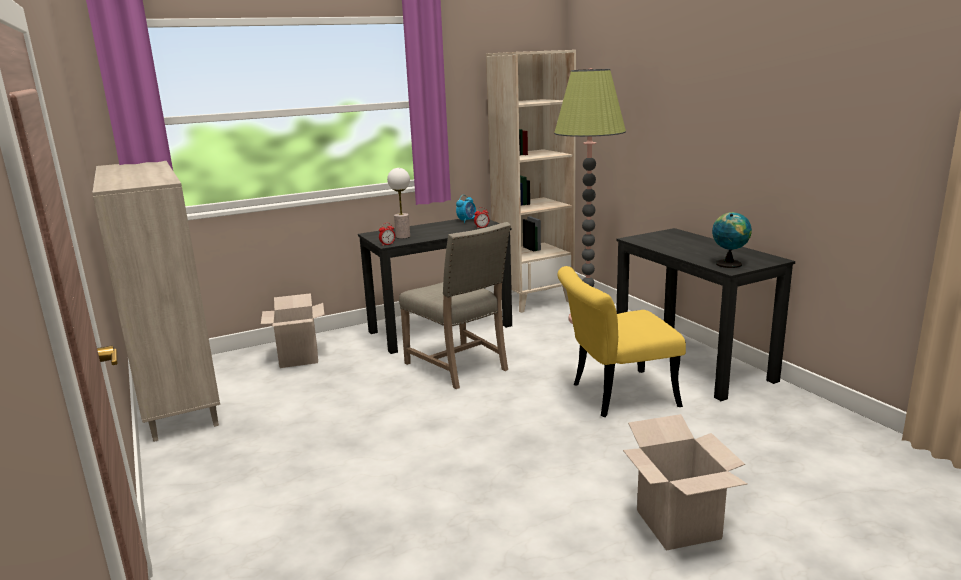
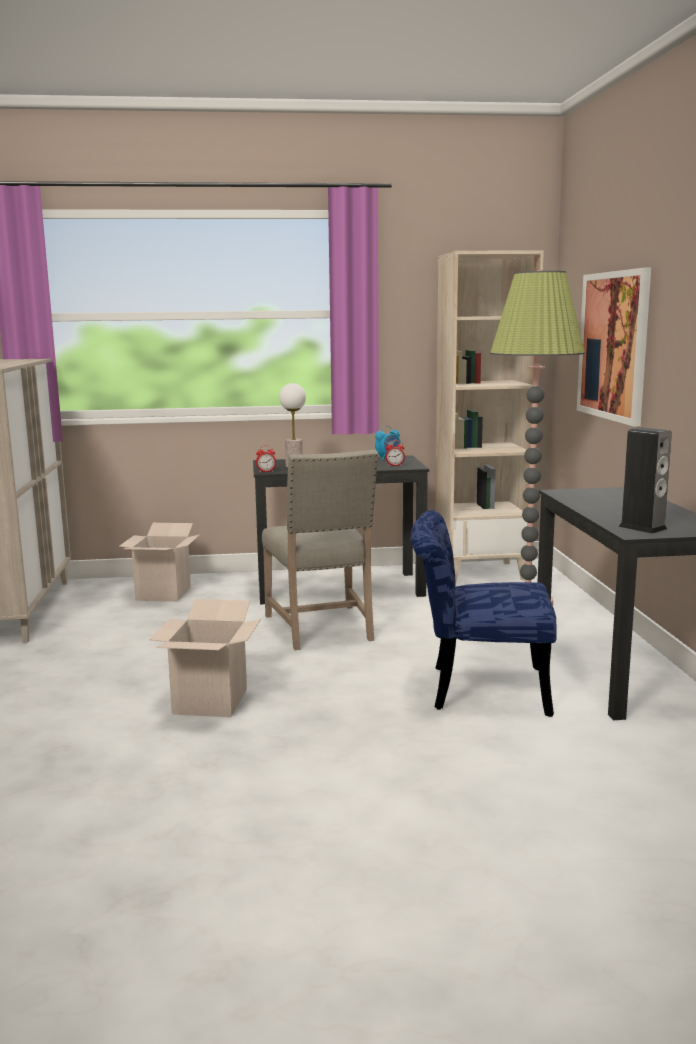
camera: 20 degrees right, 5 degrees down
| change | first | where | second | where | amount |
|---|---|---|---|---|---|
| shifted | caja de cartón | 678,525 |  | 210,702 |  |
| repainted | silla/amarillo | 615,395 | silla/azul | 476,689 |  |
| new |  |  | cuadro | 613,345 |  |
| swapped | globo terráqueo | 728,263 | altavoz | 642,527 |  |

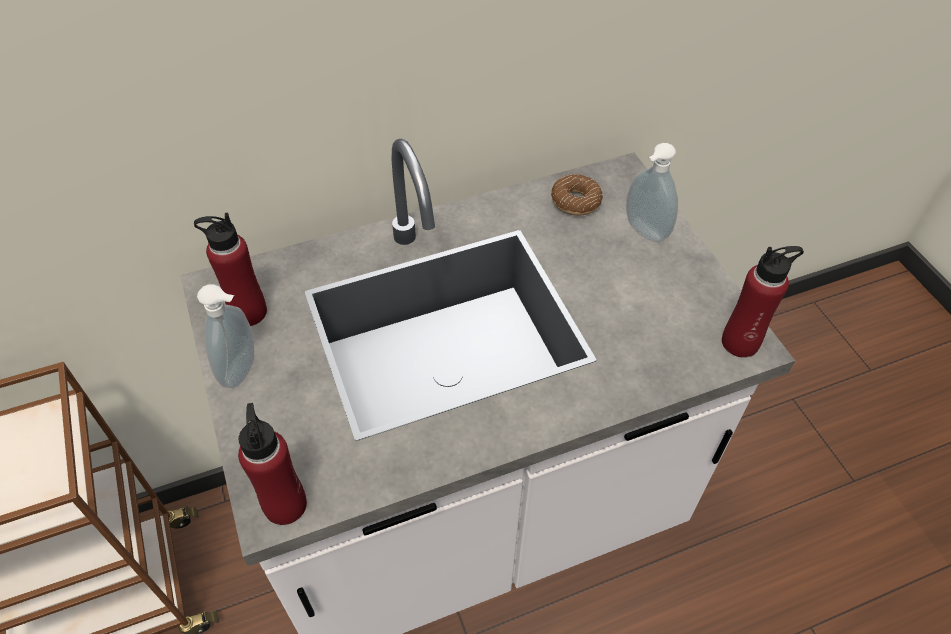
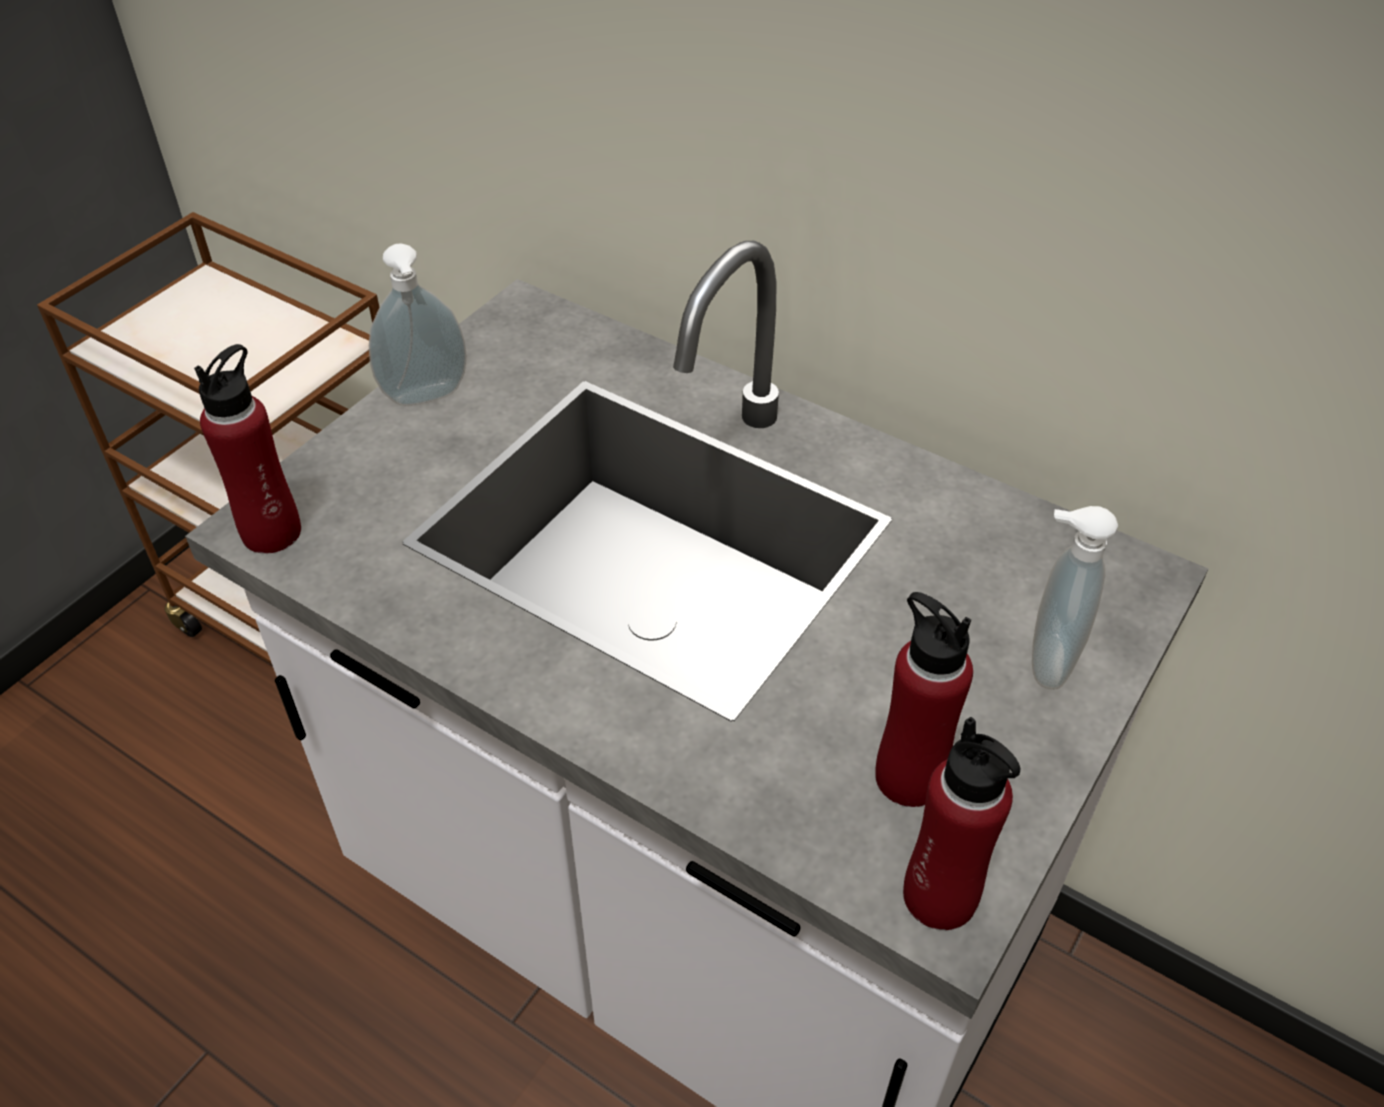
camera: 55 degrees right, 5 degrees down
| change | first | where | second | where | amount |
|---|---|---|---|---|---|
| shifted | botella/rojo | 248,312 |  | 909,777 |  |
| gone | rosquilla | 575,201 |  |  |  |

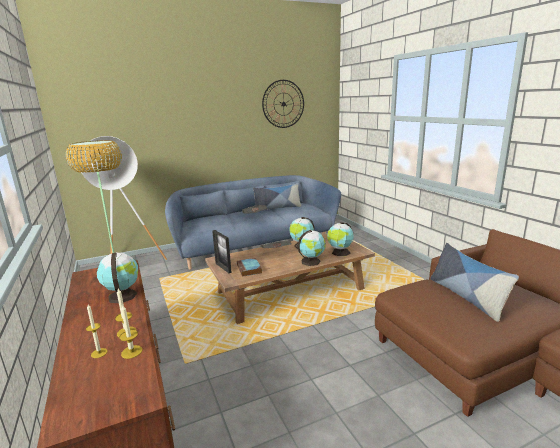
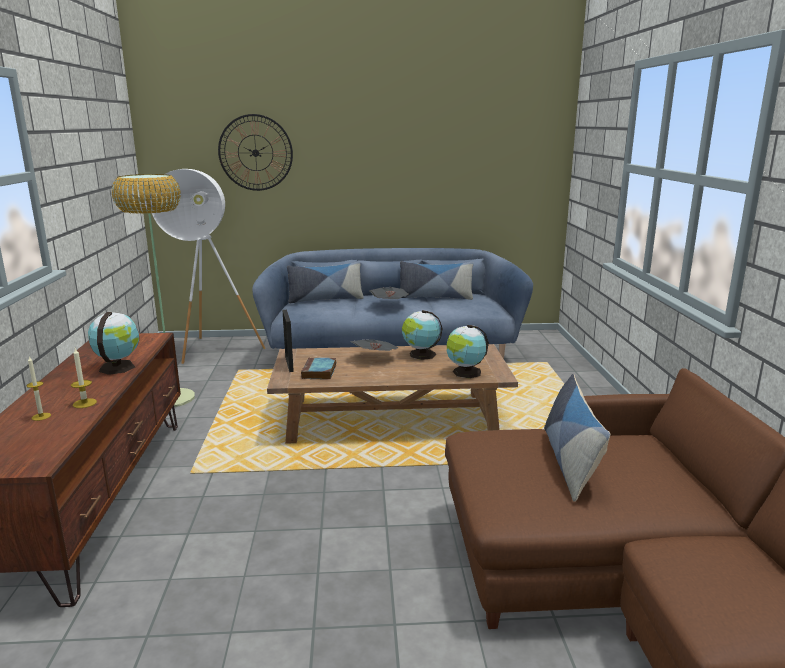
camera: 20 degrees right, 0 degrees up
| change | first | where | second | where | amount |
|---|---|---|---|---|---|
| shifted | reloj de pared | 283,104 |  | 255,153 |  |
| new |  |  | cojín | 325,299 |  |
| gone | vela | 131,352 |  |  |  |
| gone | globo terráqueo | 311,261 |  |  |  |

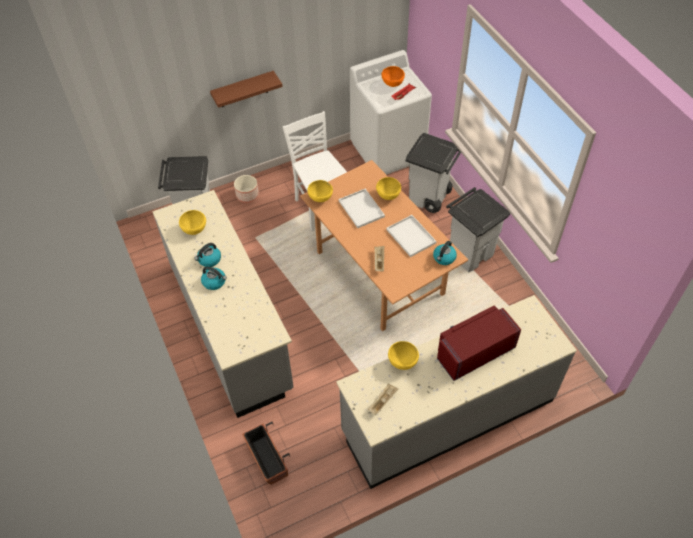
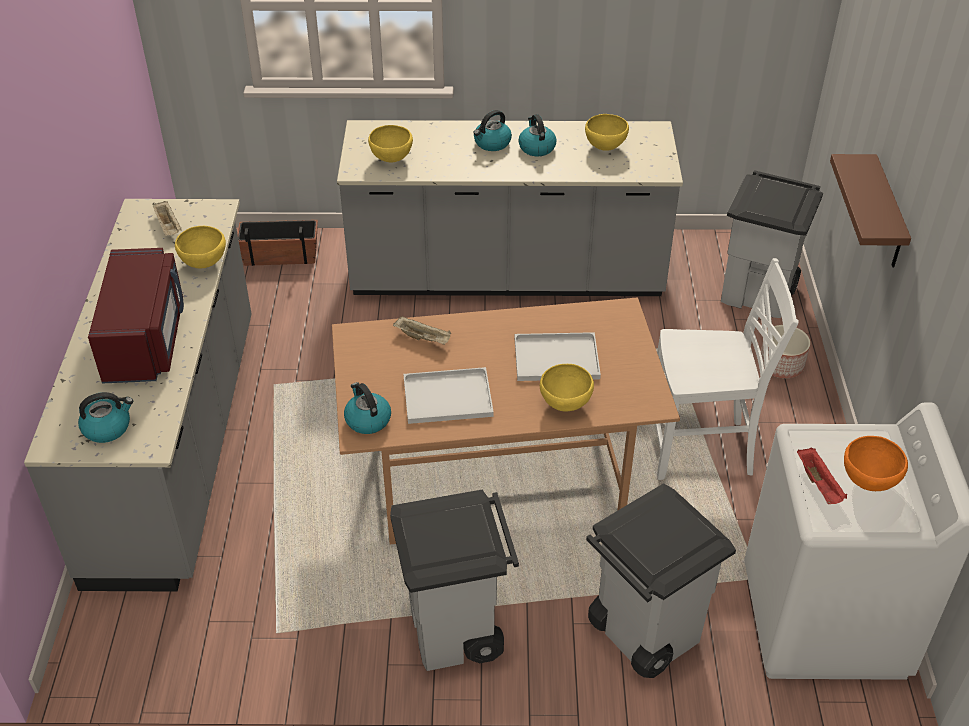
camera: 115 degrees right, 10 degrees down
| change | first | where | second | where | amount |
|---|---|---|---|---|---|
| new |  |  | hervidor | 107,428 |  |
| shifted | cuenco/amarillo | 320,199 |  | 391,159 |  |

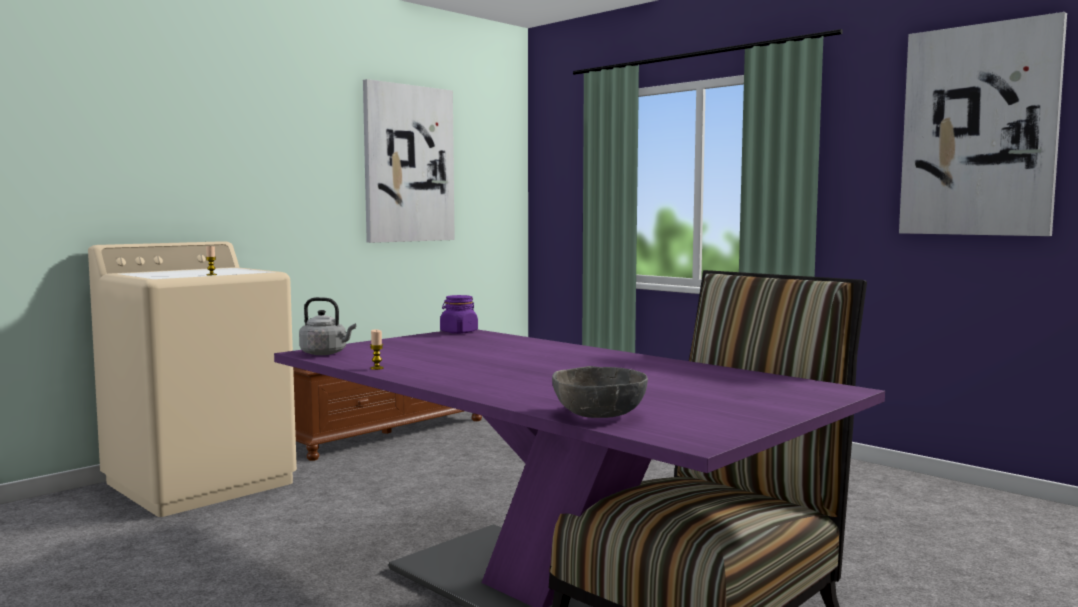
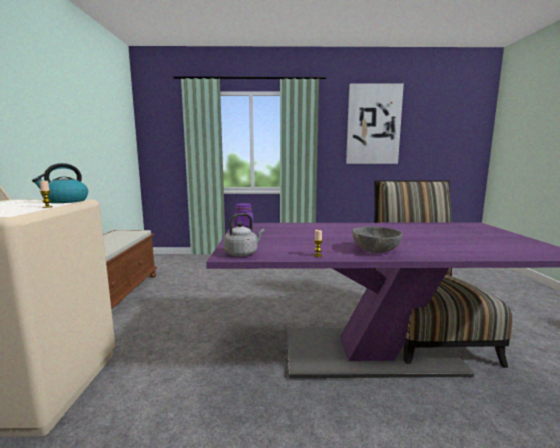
camera: 45 degrees left, 5 degrees up
| change | first | where | second | where | amount |
|---|---|---|---|---|---|
| new |  |  | hervidor | 65,201 |  |
| shifted | cuenco/gris | 599,414 |  | 375,250 |  |
| gone | cuadro | 408,164 |  |  |  |

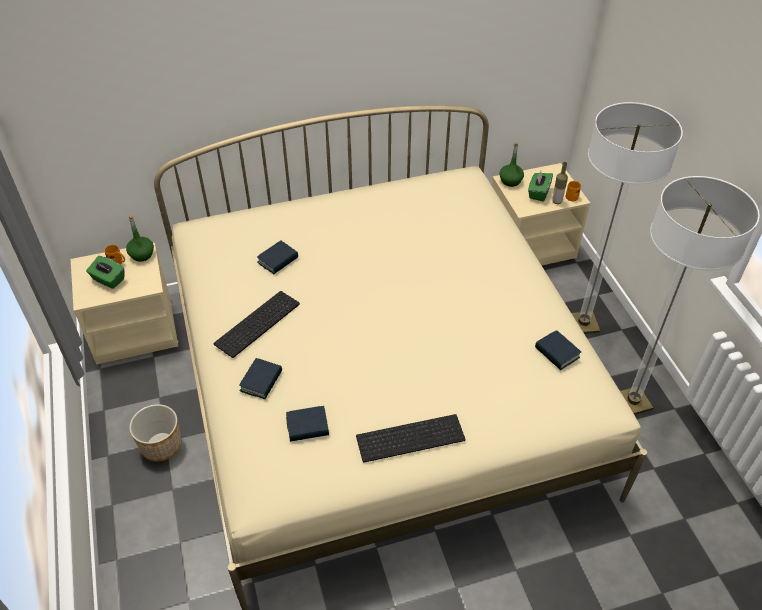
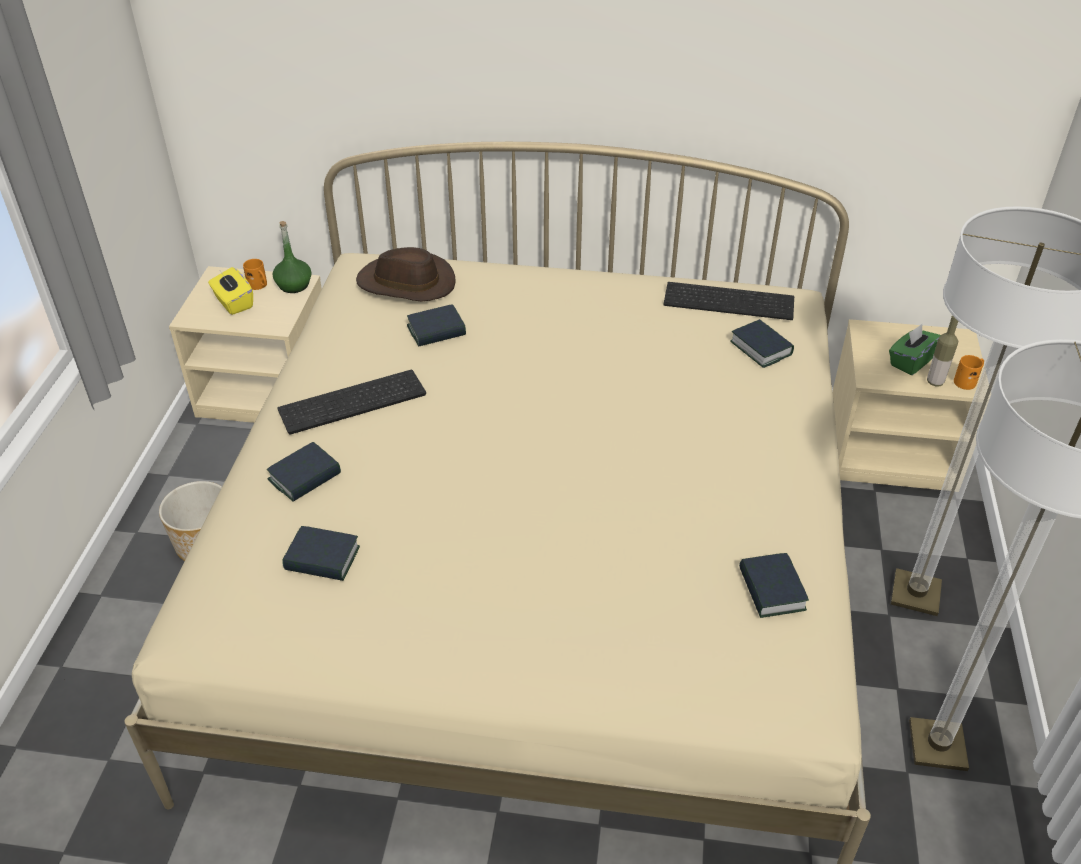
camera: 25 degrees right, 5 degrees down
| change | first | where | second | where | amount |
|---|---|---|---|---|---|
| repainted | caja de pañuelos/verde | 108,280 | caja de pañuelos/amarillo | 233,303 |  |
| new |  |  | sombrero/marrón | 406,283 |  |
| shifted | teclado | 411,436 |  | 730,300 |  |
| new |  |  | libro | 761,348 |  |
| gone | botella/verde | 510,181 |  |  |  |

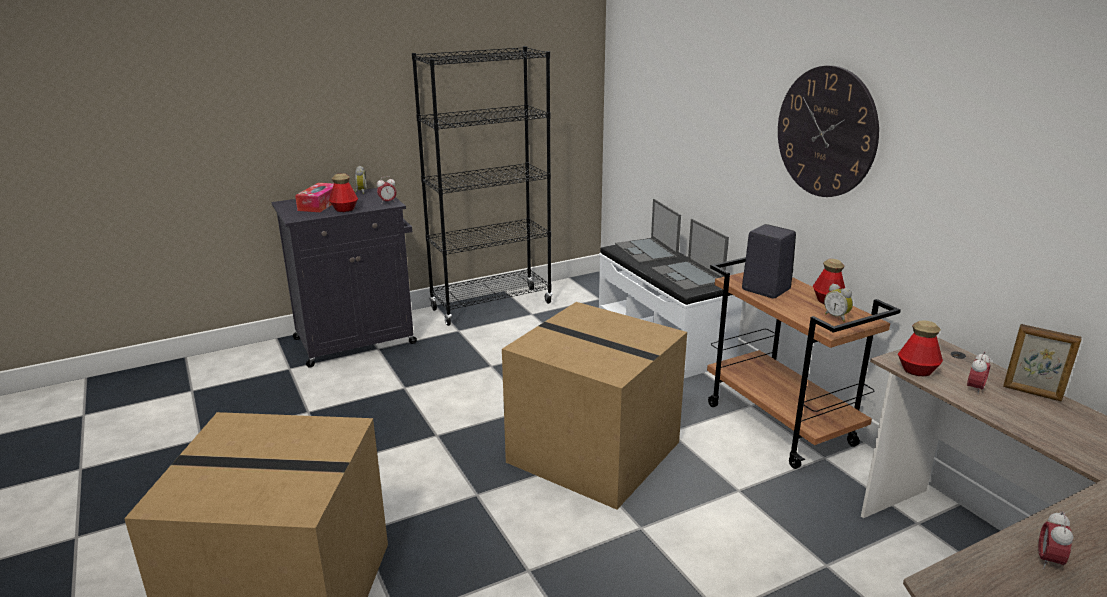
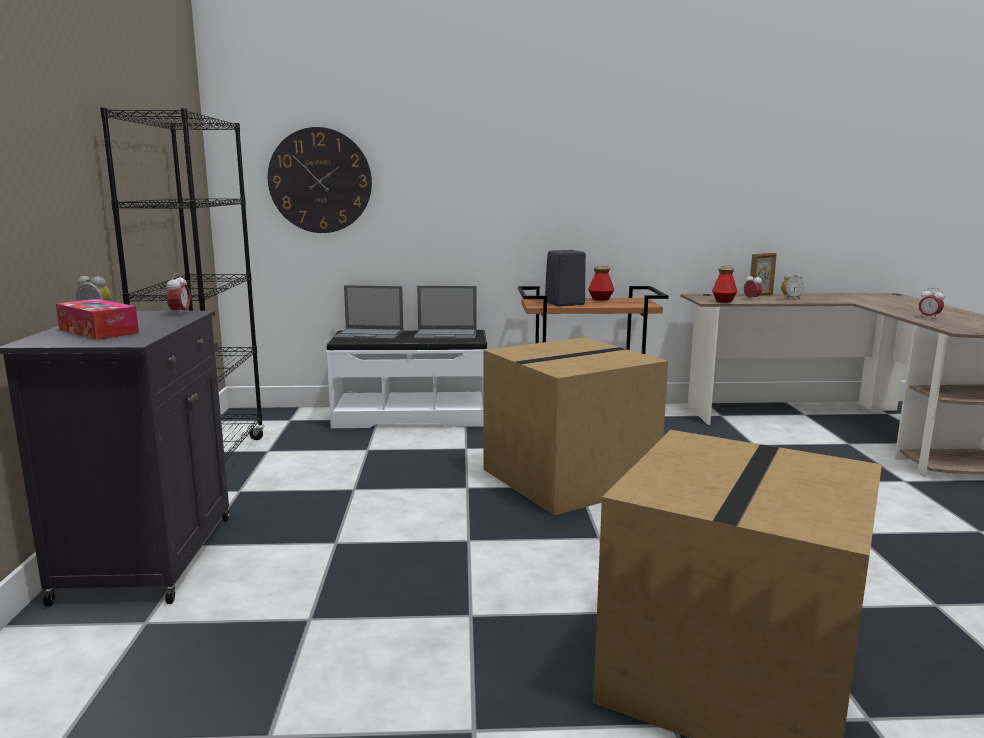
camera: 65 degrees left, 10 degrees down
| change | first | where | second | where | amount |
|---|---|---|---|---|---|
| shifted | reloj de pared | 826,132 |  | 320,180 |  |
| shifted | despertador | 837,317 |  | 790,299 |  |
| gone | botella | 344,209 |  |  |  |

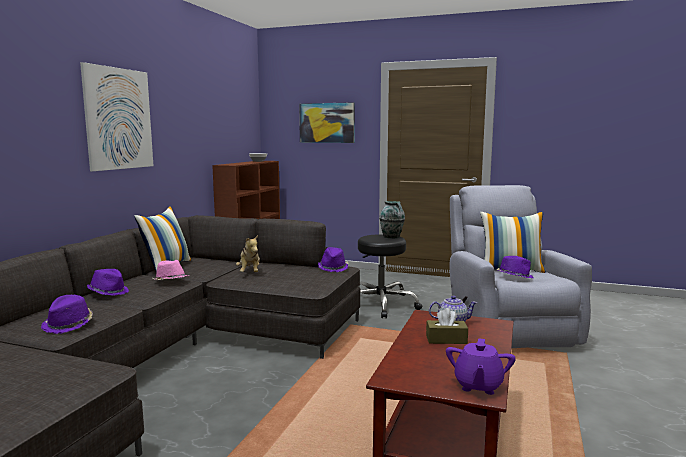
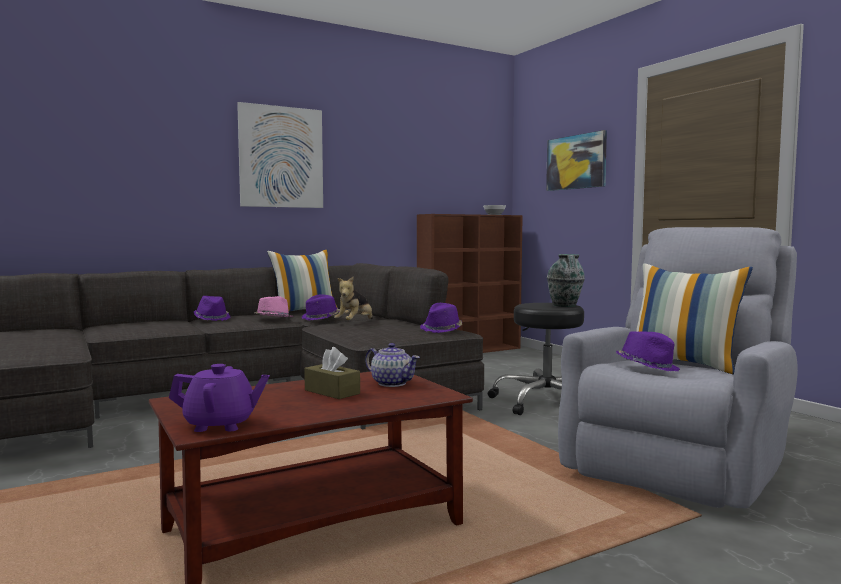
camera: 40 degrees right, 5 degrees down
| change | first | where | second | where | amount |
|---|---|---|---|---|---|
| rotated | tetera/morado | 478,385 |  | 220,425 | 150 degrees counterclockwise |
| shifted | sombrero/morado | 69,325 |  | 321,318 |  |

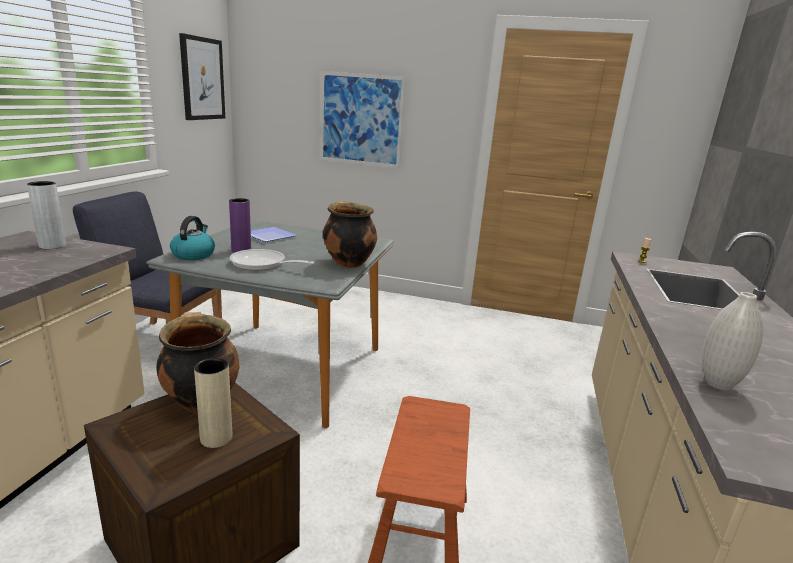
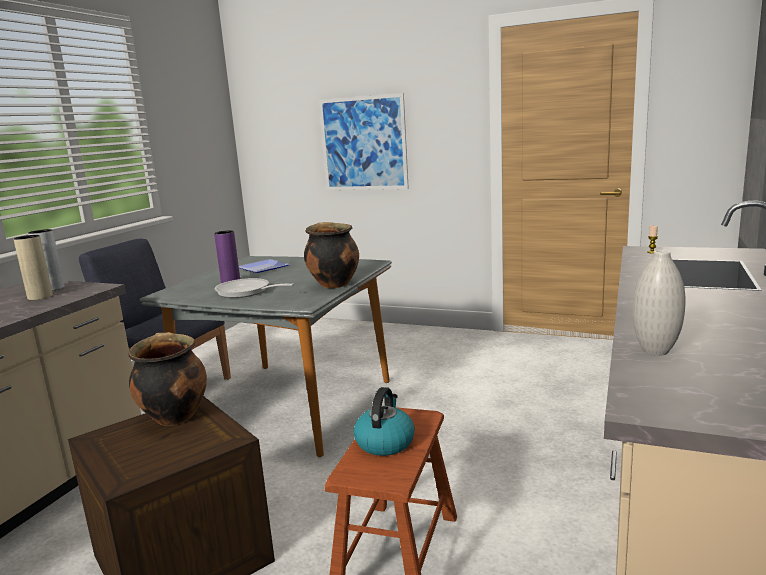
camera: 10 degrees right, 5 degrees down
| change | first | where | second | where | amount |
|---|---|---|---|---|---|
| shifted | florero/beis | 216,438 |  | 40,297 |  |
| shifted | hervidor | 193,254 |  | 385,442 |  |
| gone | cuadro | 202,79 |  |  |  |

